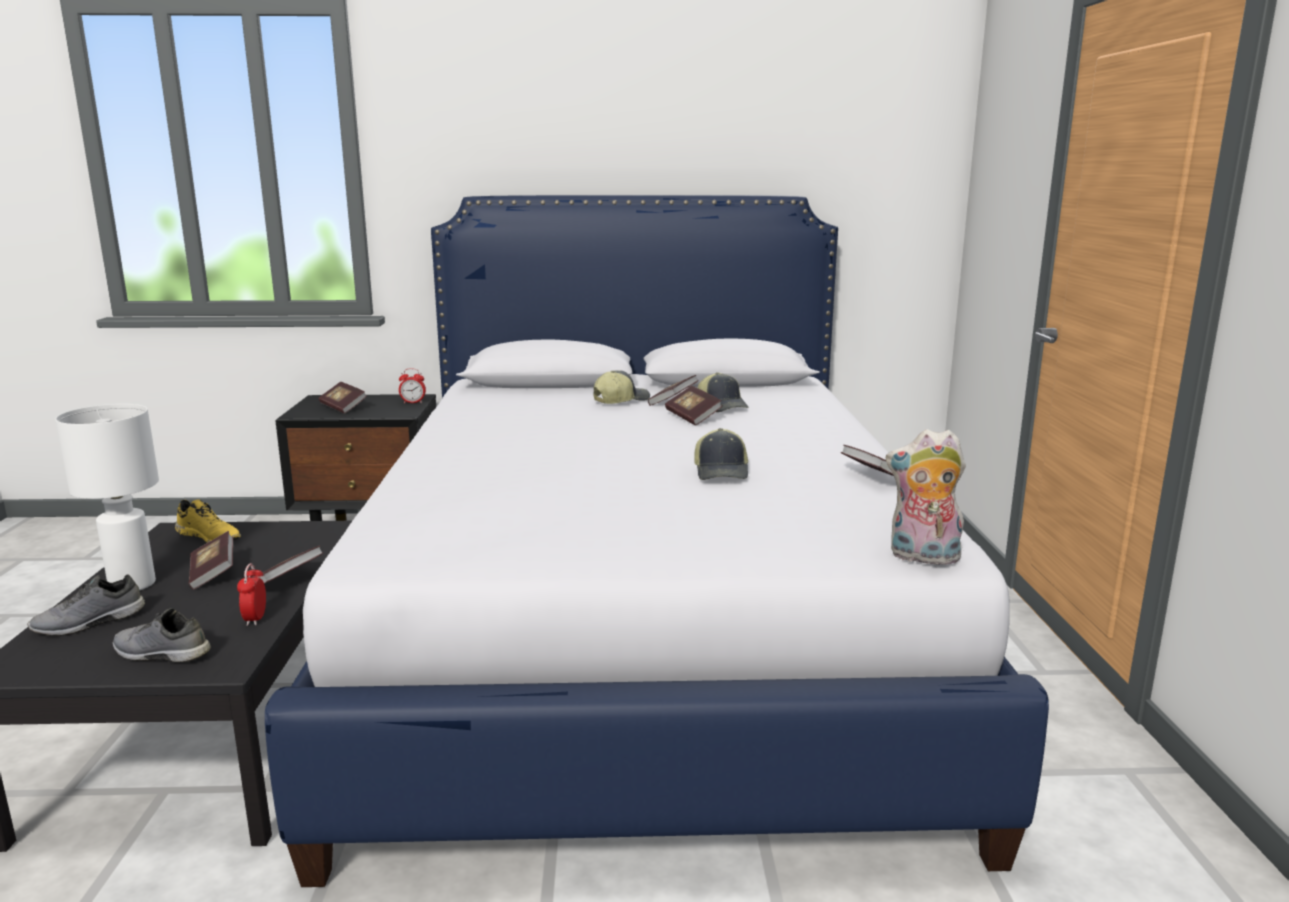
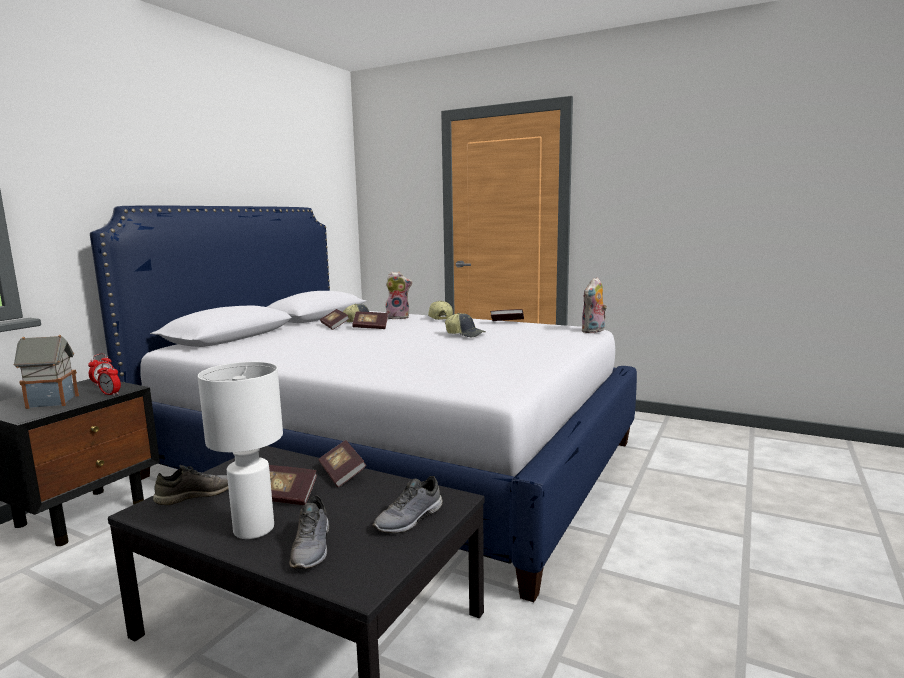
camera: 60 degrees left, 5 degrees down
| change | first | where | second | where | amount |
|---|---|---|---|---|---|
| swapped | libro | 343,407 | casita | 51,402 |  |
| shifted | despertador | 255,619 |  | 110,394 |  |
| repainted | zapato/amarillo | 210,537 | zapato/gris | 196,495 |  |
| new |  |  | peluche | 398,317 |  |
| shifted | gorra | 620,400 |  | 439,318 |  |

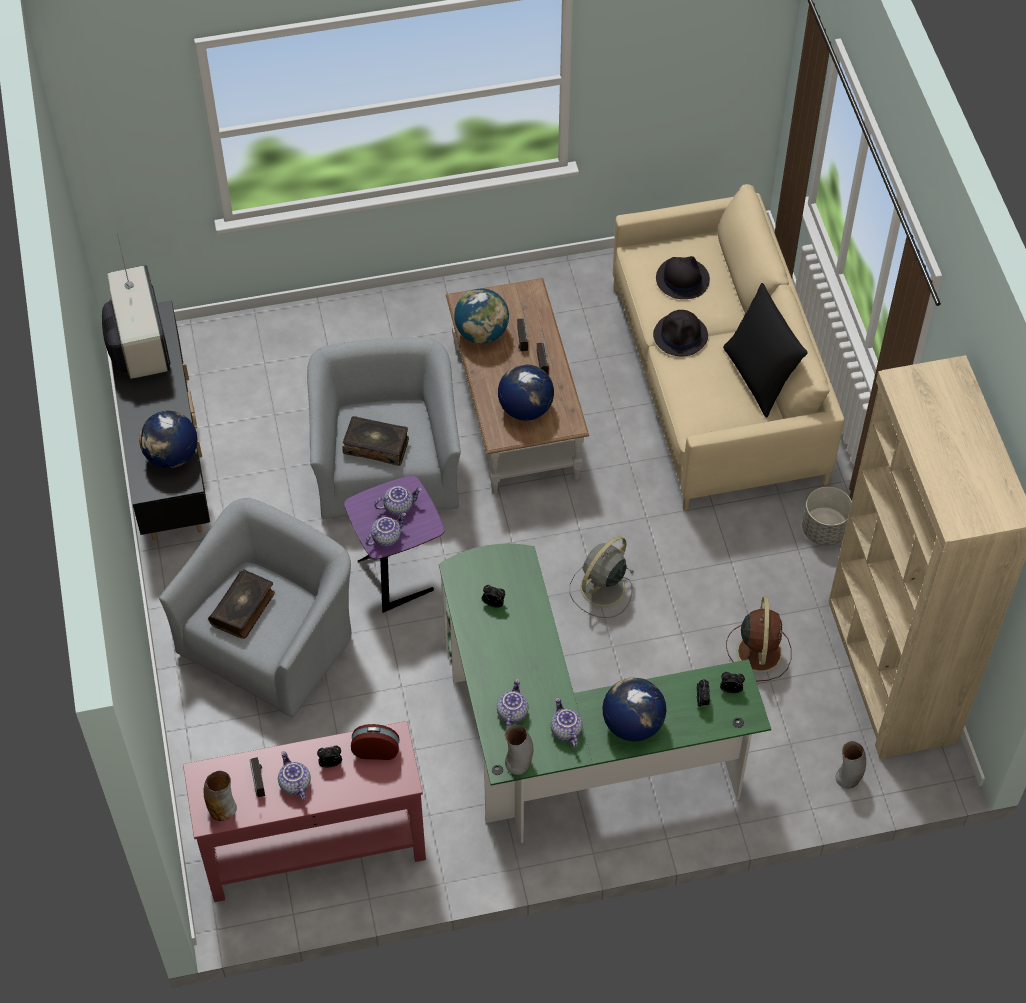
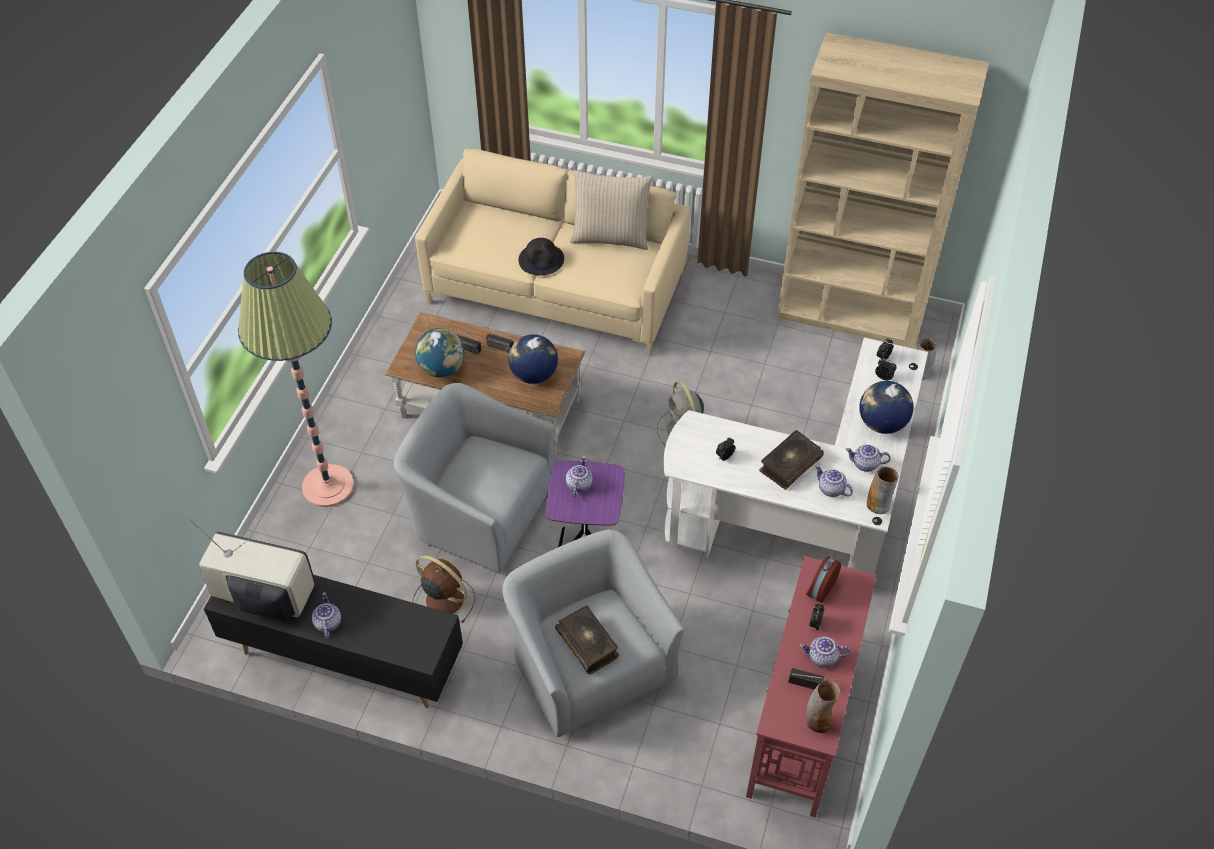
camera: 60 degrees left, 5 degrees down
| change | first | where | second | where | amount |
|---|---|---|---|---|---|
| new |  |  | lámpara de pie | 328,486 |  |
| shifted | tetera | 386,537 |  | 327,623 |  |
| shifted | ventilador/marrón | 759,650 |  | 443,599 |  |
| repainted | cojín/negro | 759,377 | cojín/beis | 610,237 |  |
| repainted | escritorio/verde | 564,745 | escritorio/blanco | 803,515 |  |
| shifted | libro | 376,445 |  | 789,464 |  |
| gone | globo terráqueo | 172,456 |  |  |  |
| gone | sombrero/negro | 682,279 |  |  |  |
| gone | maceta/gris | 824,530 |  |  |  |

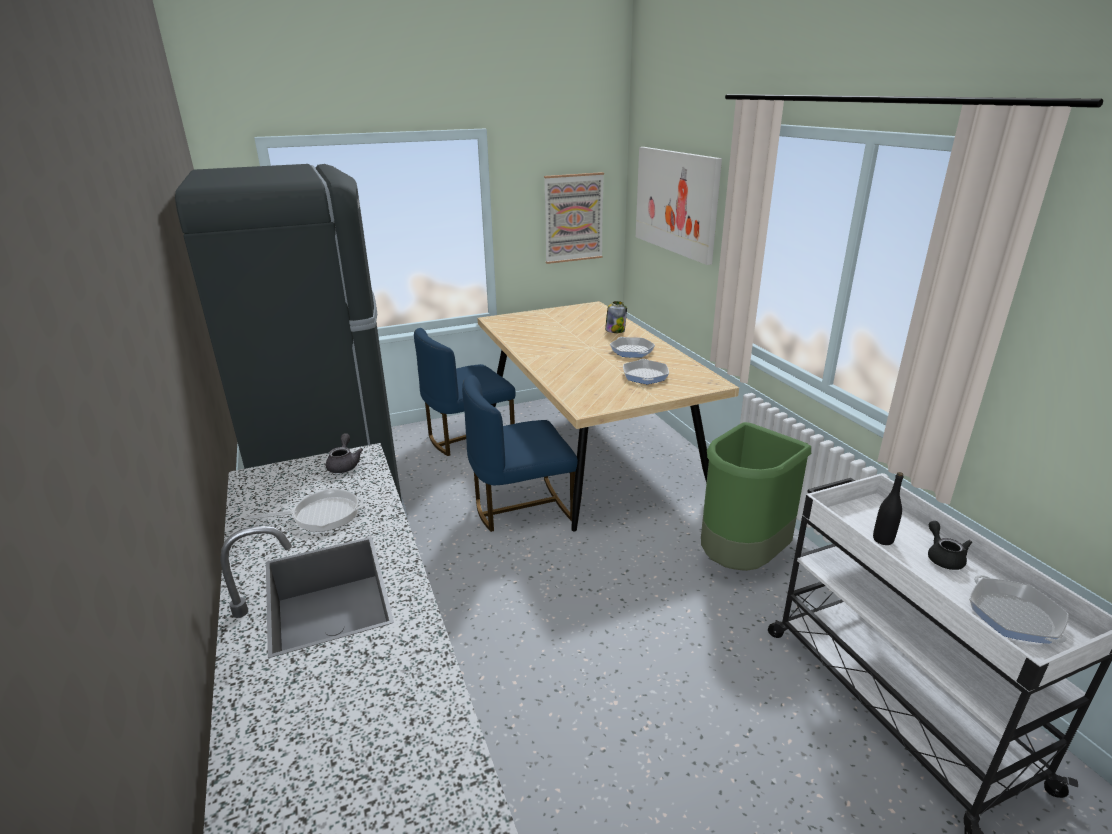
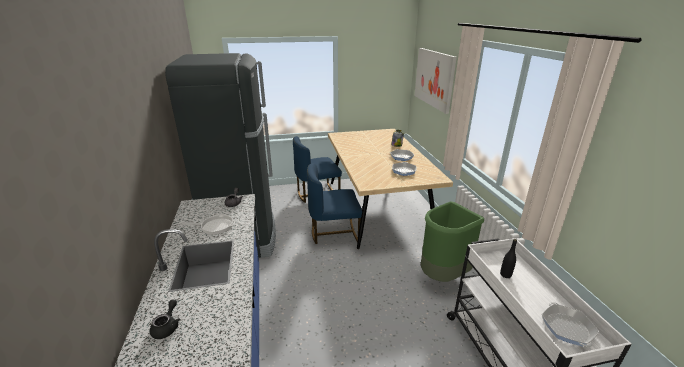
camera: 10 degrees right, 0 degrees up
| change | first | where | second | where | amount |
|---|---|---|---|---|---|
| shifted | tetera/negro | 943,557 |  | 167,327 |  |
| gone | cuadro | 573,218 |  |  |  |

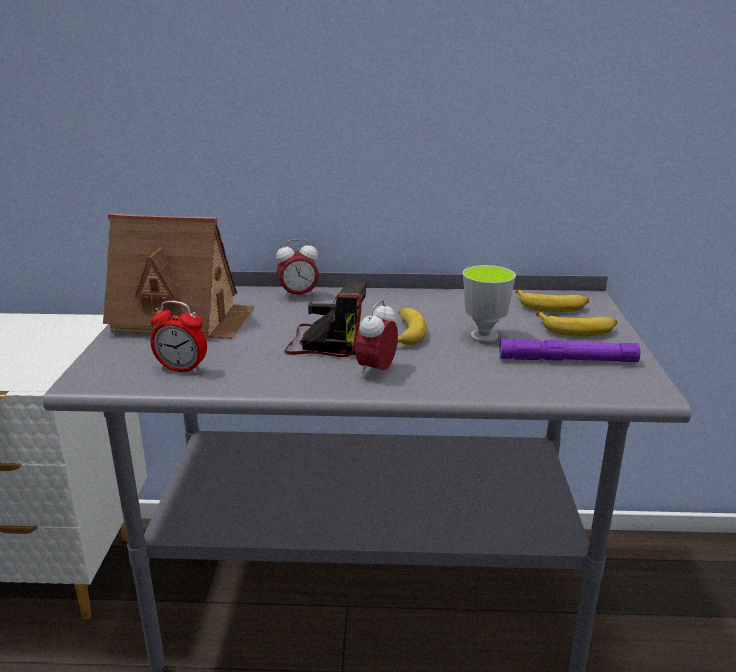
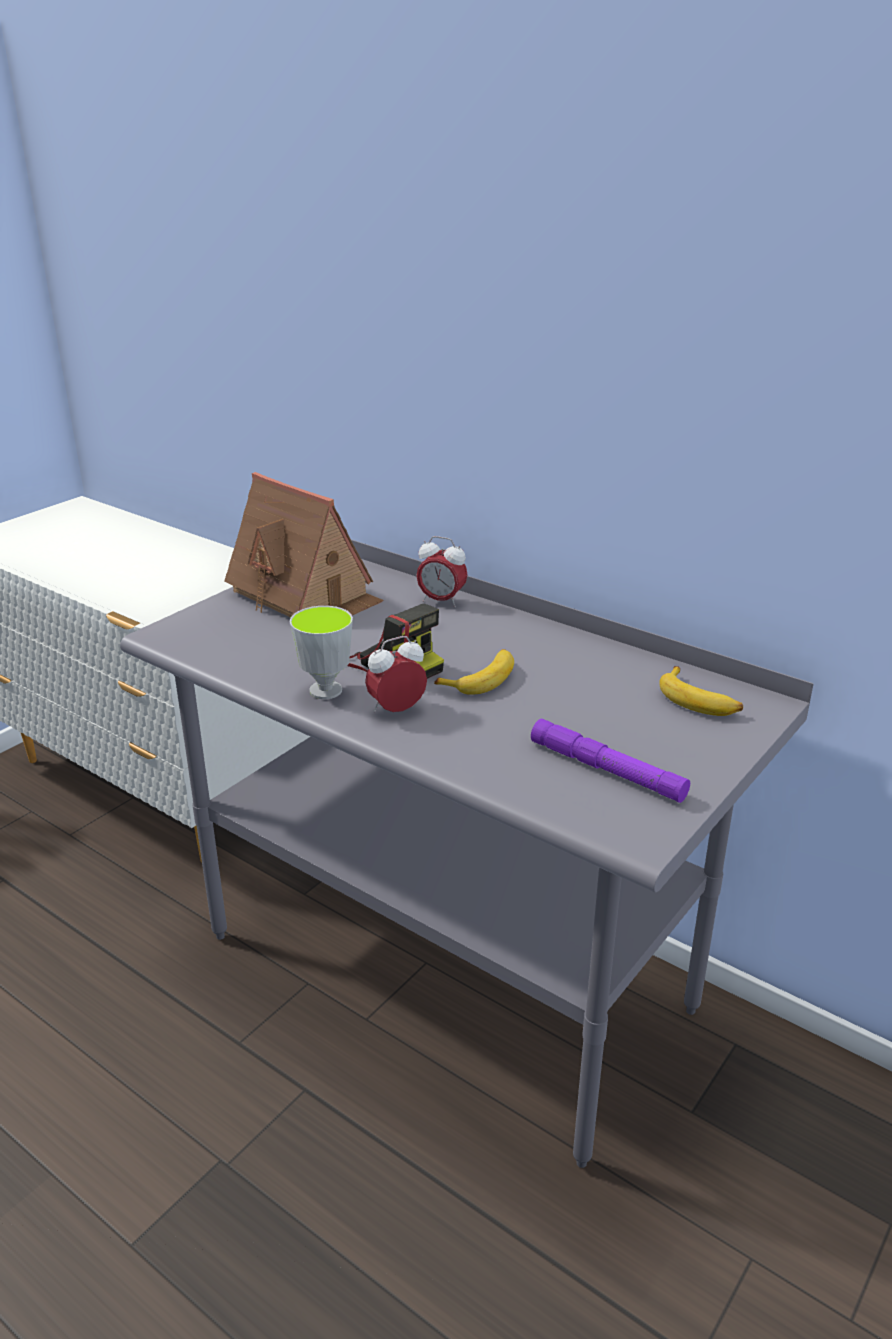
camera: 35 degrees right, 5 degrees up
| change | first | where | second | where | amount |
|---|---|---|---|---|---|
| shifted | taza | 484,336 |  | 325,690 |  |
| gone | despertador | 182,369 |  |  |  |
| gone | plátano | 577,329 |  |  |  |

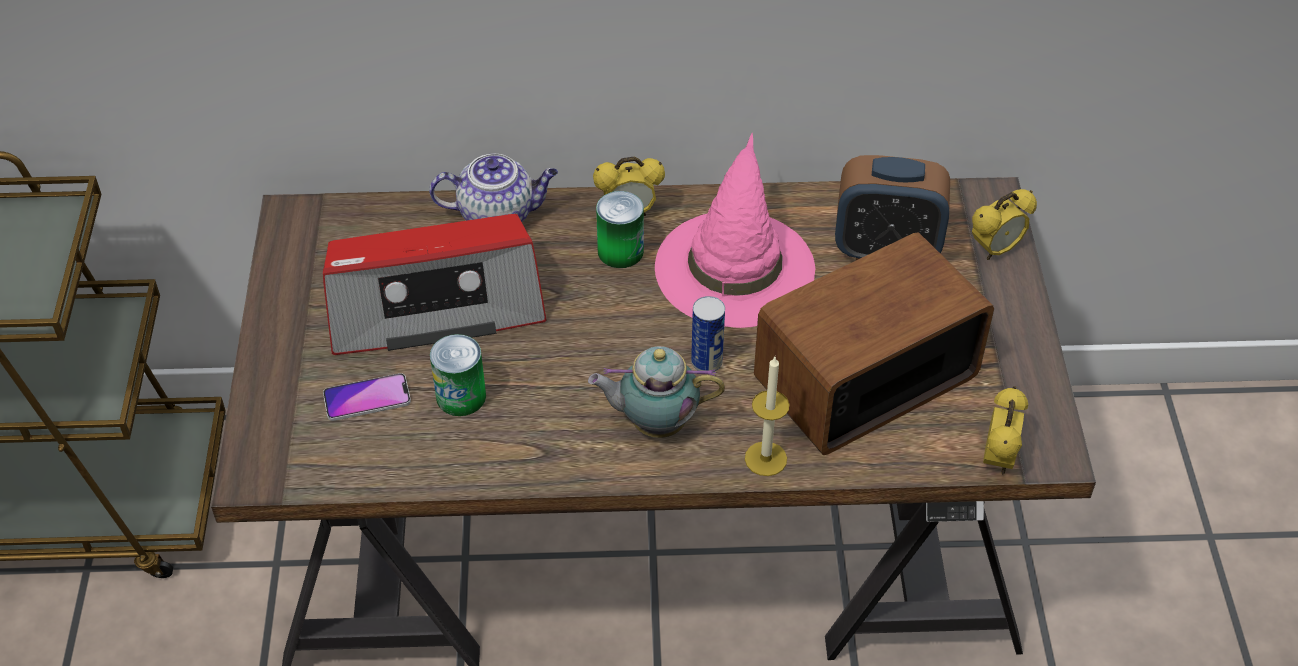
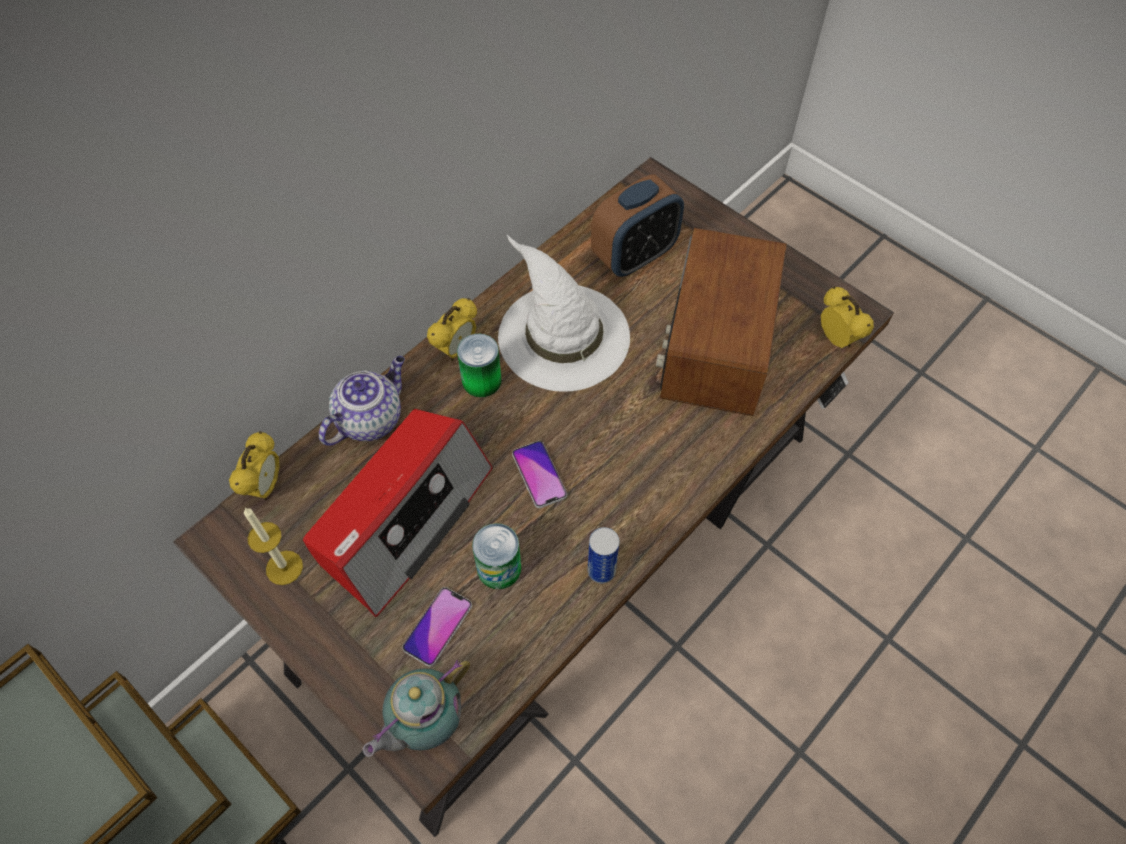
camera: 45 degrees left, 10 degrees up
| change | first | where | second | where | amount |
|---|---|---|---|---|---|
| shifted | despertador | 995,250 |  | 265,486 |  |
| shifted | vela | 765,458 |  | 284,567 |  |
| shifted | tetera | 654,423 |  | 424,723 |  |
| repainted | sombrero/rosa | 734,266 | sombrero/blanco | 562,335 |  |
| new |  |  | móvil | 539,475 |  |
| shifted | lata | 706,362 |  | 601,571 |  |

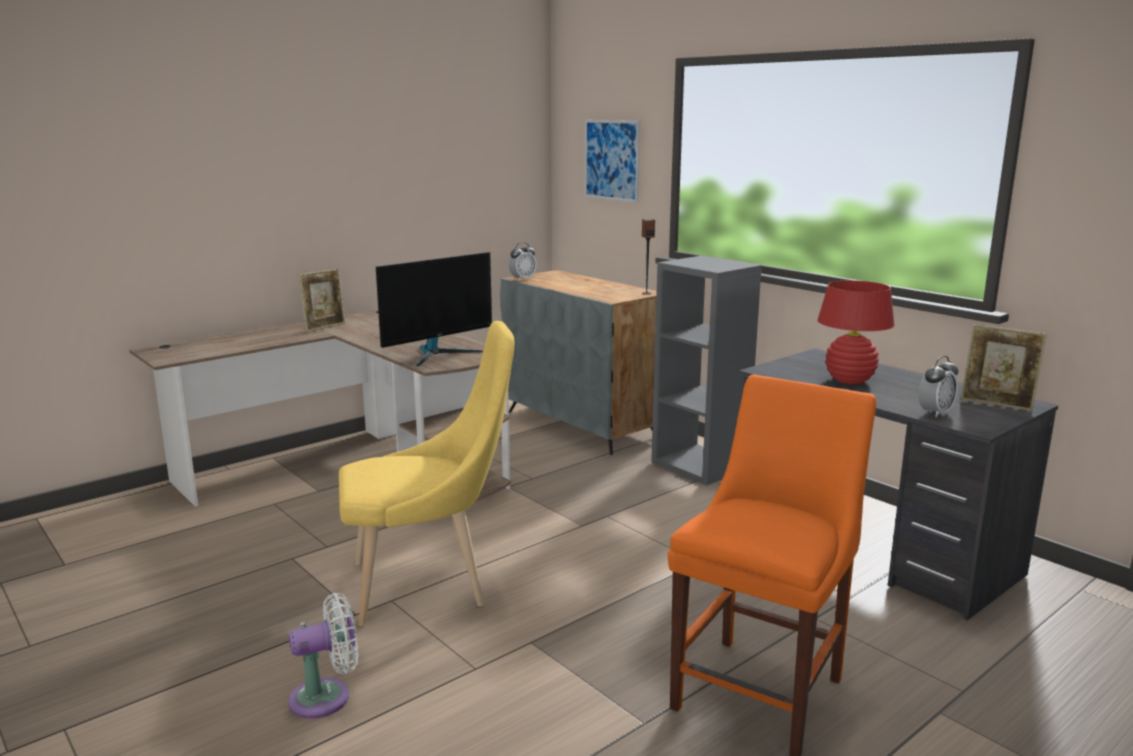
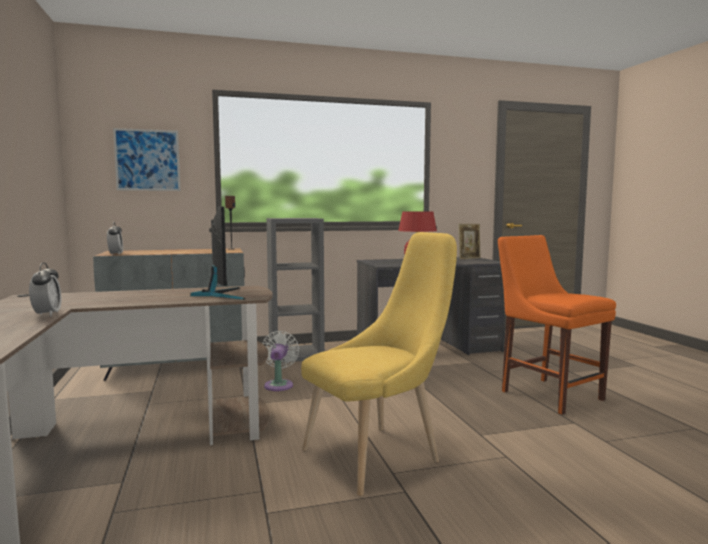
camera: 65 degrees left, 10 degrees down
| change | first | where | second | where | amount |
|---|---|---|---|---|---|
| shifted | despertador | 935,413 |  | 47,314 |  |
| shifted | ventilador/blanco | 326,697 |  | 279,384 |  |
| rotated | silla/amarillo | 429,584 |  | 378,455 | 45 degrees clockwise |
| gone | portarretratos | 324,327 |  |  |  |

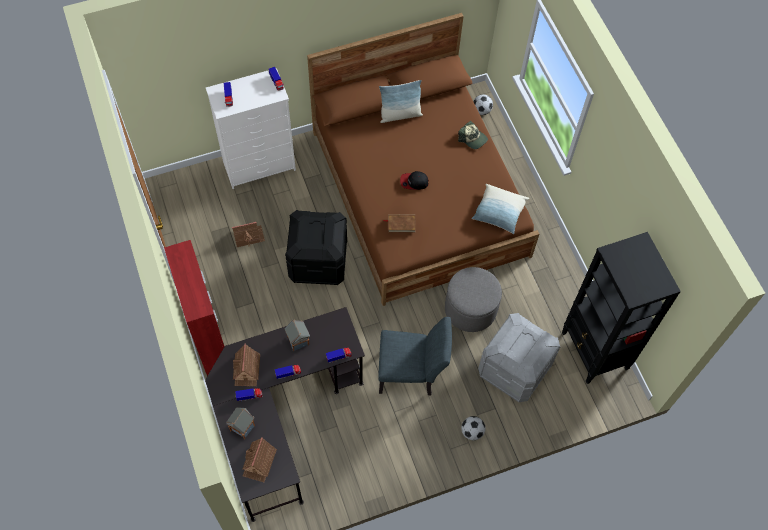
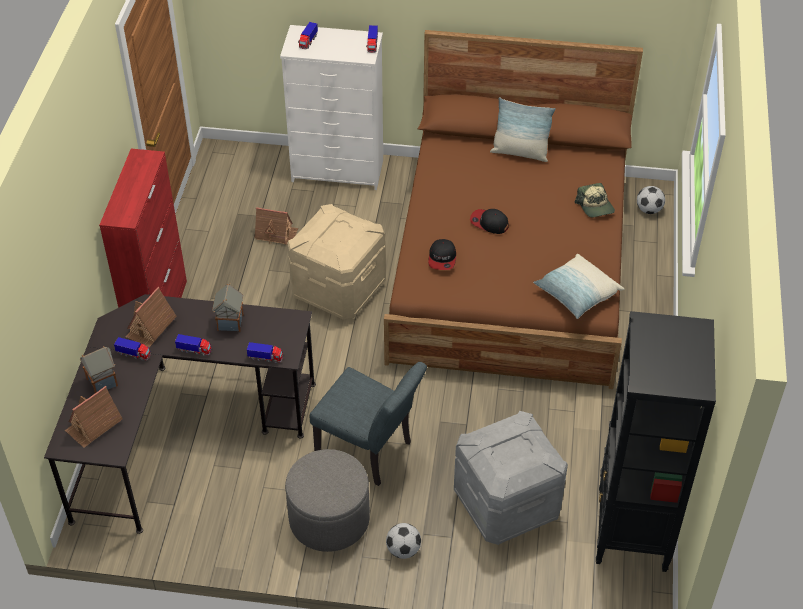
camera: 30 degrees right, 15 degrees down
| change | first | where | second | where | amount |
|---|---|---|---|---|---|
| shifted | puf/gris | 470,309 |  | 329,519 |  |
| repainted | caja de almacenaje/negro | 318,261 | caja de almacenaje/beis | 338,289 |  |
| swapped | libro/marrón | 401,224 | gorra | 442,258 |  |

